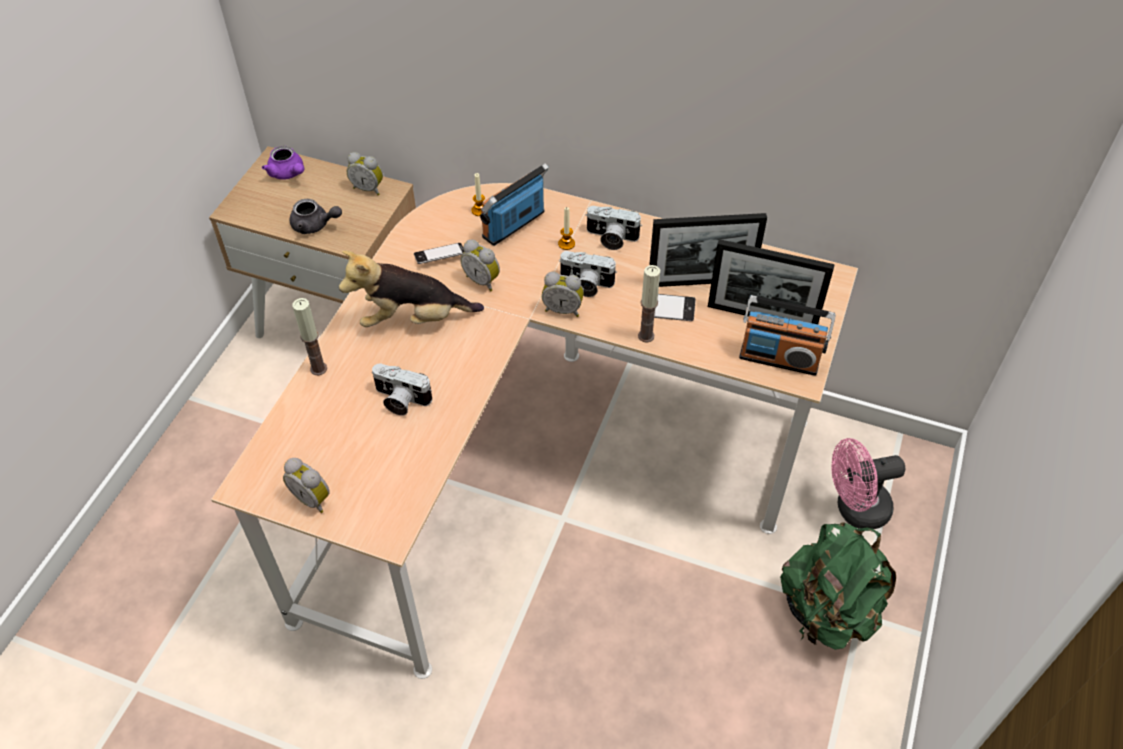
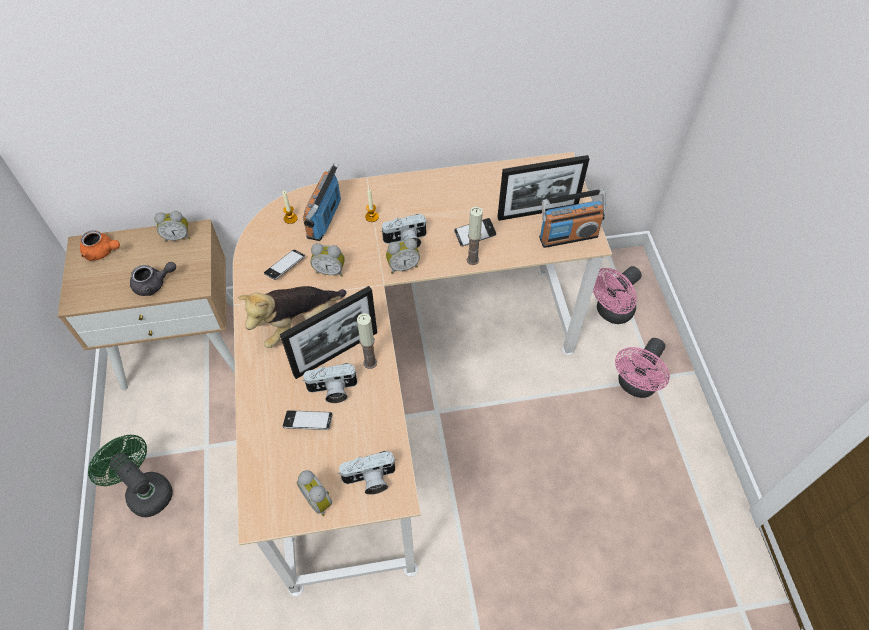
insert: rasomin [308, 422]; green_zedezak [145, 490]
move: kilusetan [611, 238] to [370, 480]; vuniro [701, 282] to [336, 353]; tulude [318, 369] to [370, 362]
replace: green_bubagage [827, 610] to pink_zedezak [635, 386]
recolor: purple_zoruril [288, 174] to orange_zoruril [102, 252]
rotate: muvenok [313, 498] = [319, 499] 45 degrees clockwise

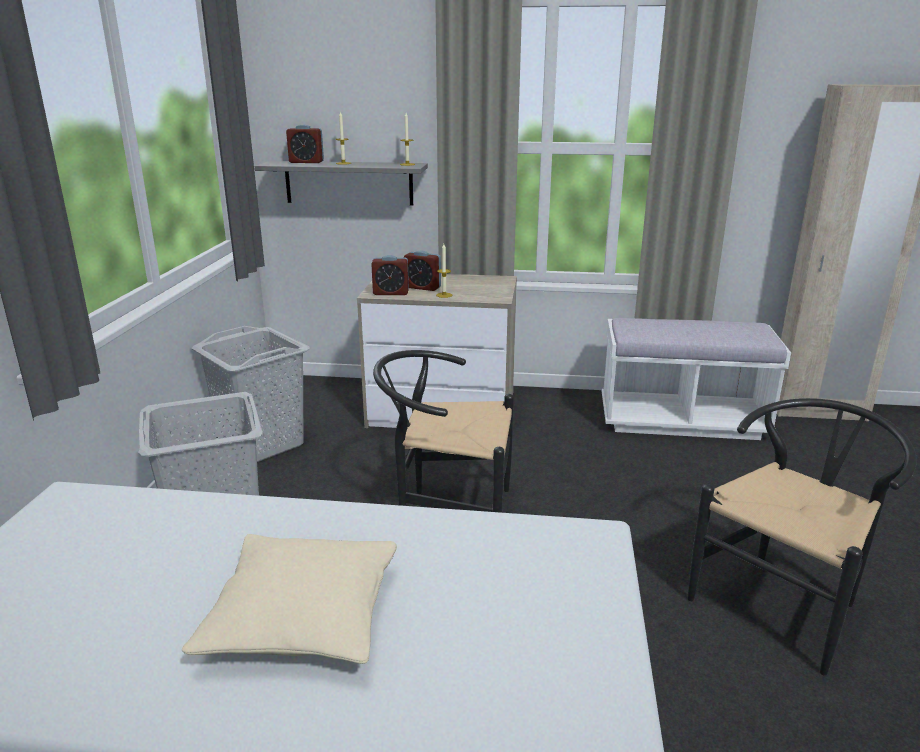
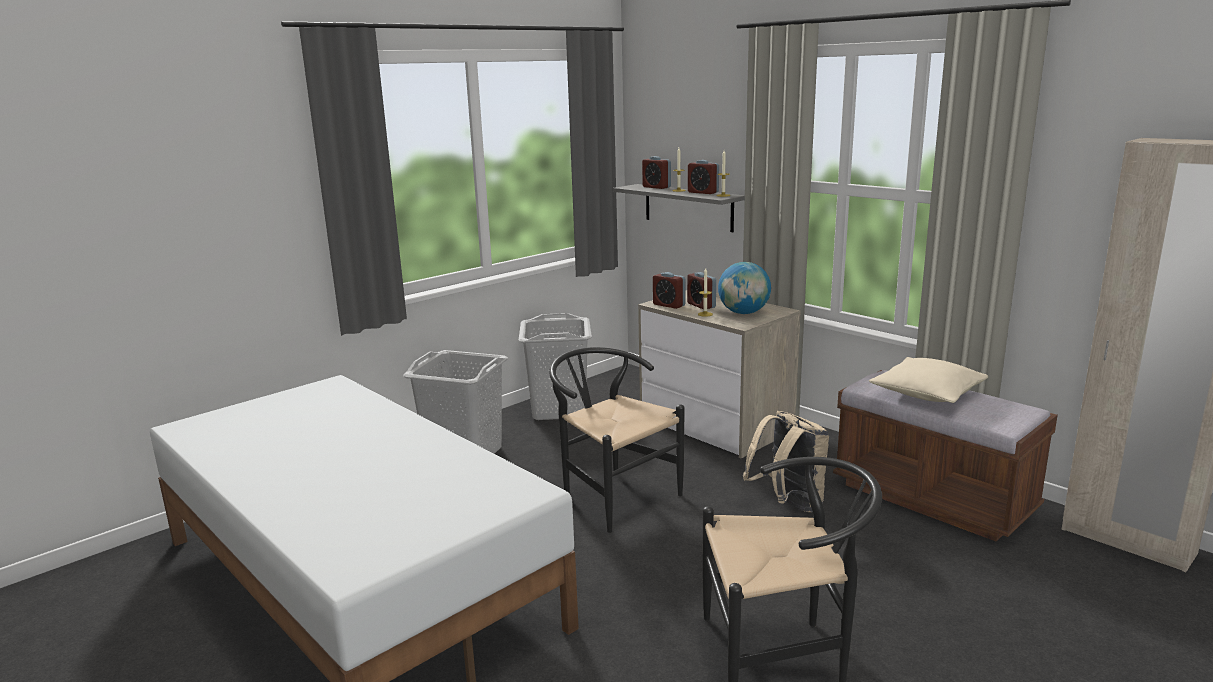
insert: muvenok [703, 192]; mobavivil [744, 313]; beige_bubagage [788, 504]
move: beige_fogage [302, 617] to [927, 393]
recolor: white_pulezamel [682, 421] to brown_pulezamel [932, 498]

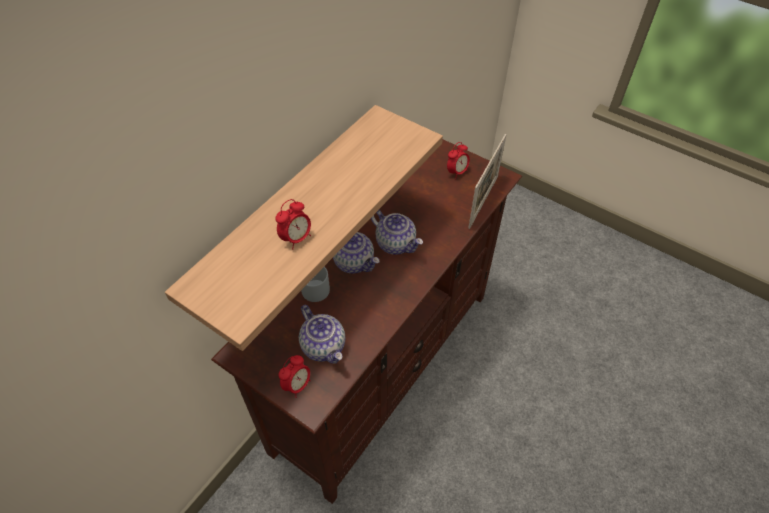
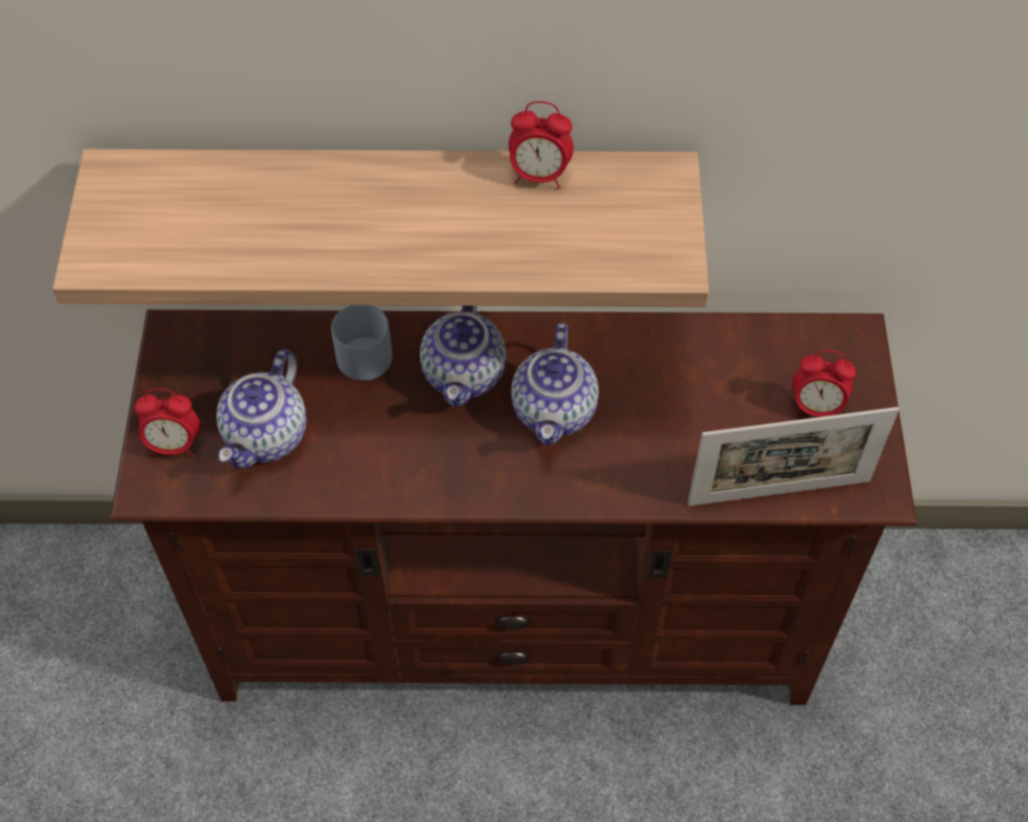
move: muvenok [296, 238] to [539, 176]

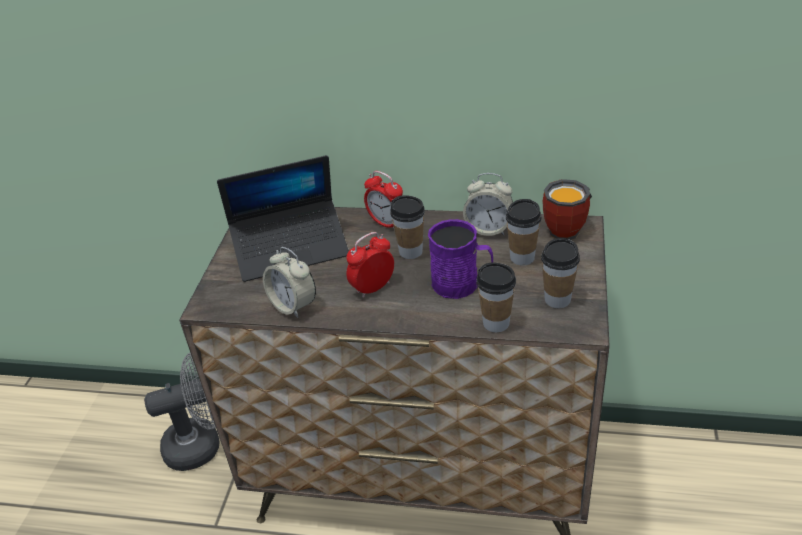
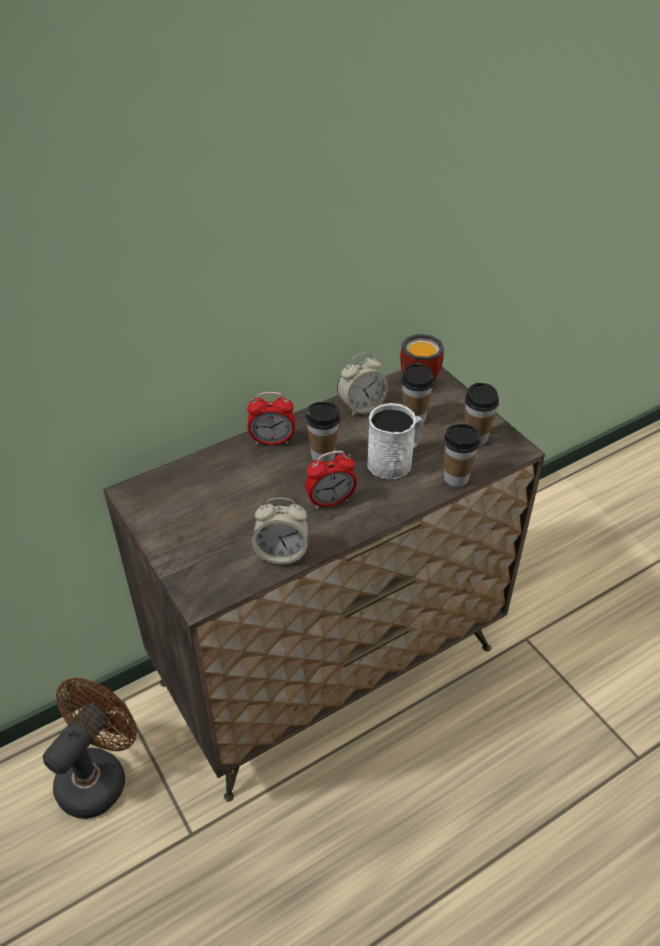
delete: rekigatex [291, 248]
recolor: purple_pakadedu [462, 283] to white_pakadedu [395, 461]; grey_zedezak [202, 444] to brown_zedezak [98, 775]
rotate: muvenok [373, 288] = [330, 501] 120 degrees counterclockwise

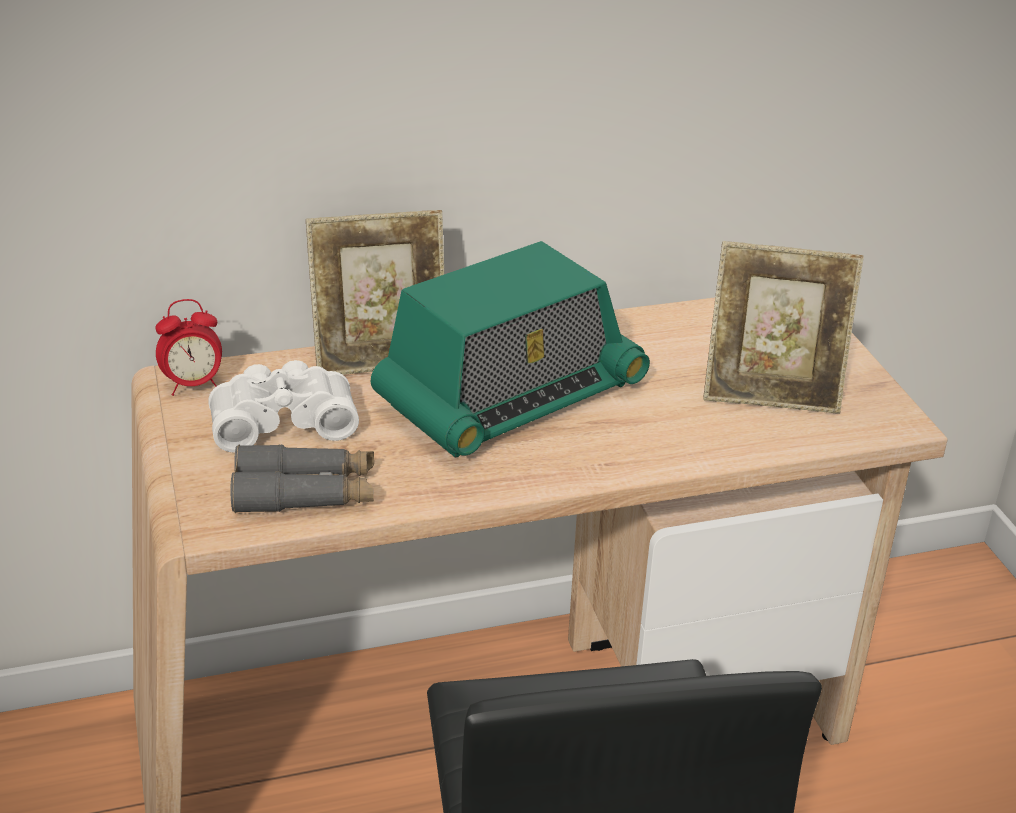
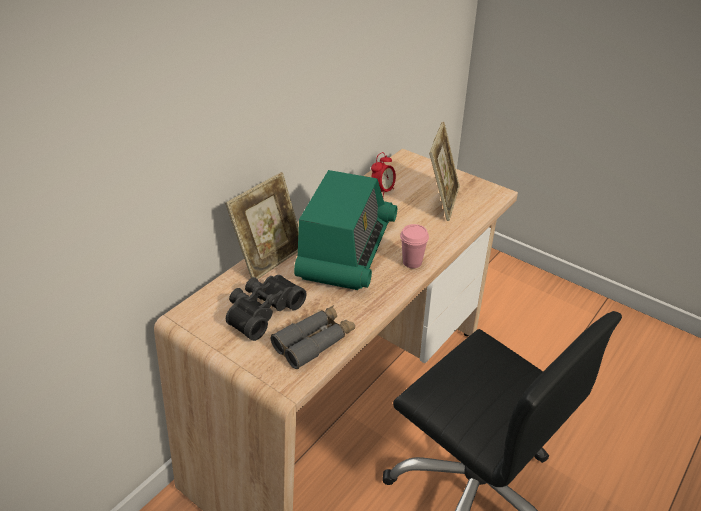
insert: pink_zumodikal [412, 262]
move: muvenok [193, 385] to [382, 192]
recolor: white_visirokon [282, 420] to black_visirokon [262, 311]
rotate: vuniro [771, 393] = [442, 201] 45 degrees counterclockwise

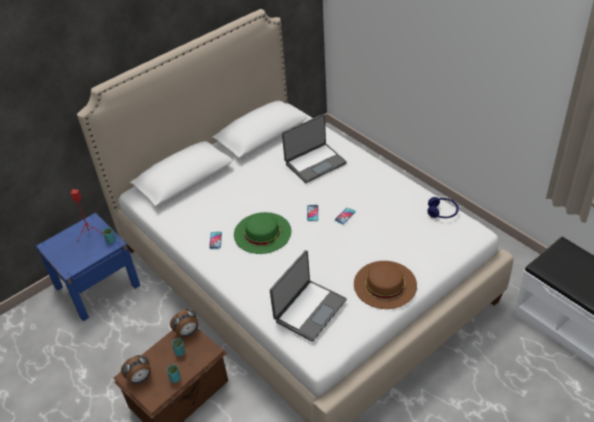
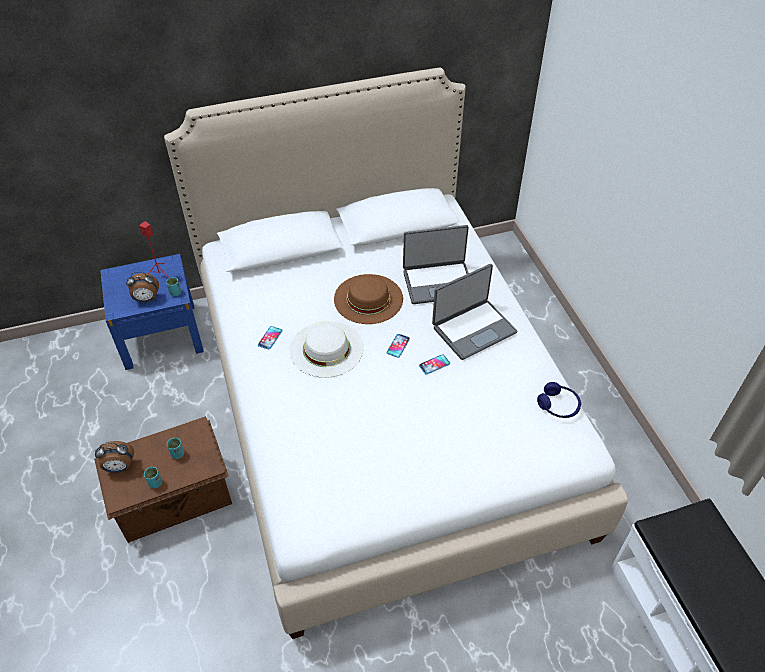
move: rekigatex [309, 310] to [473, 329]; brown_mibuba [385, 284] to [368, 298]; muvenok [187, 332] to [146, 299]
recolor: green_mibuba [262, 232] to white_mibuba [326, 349]

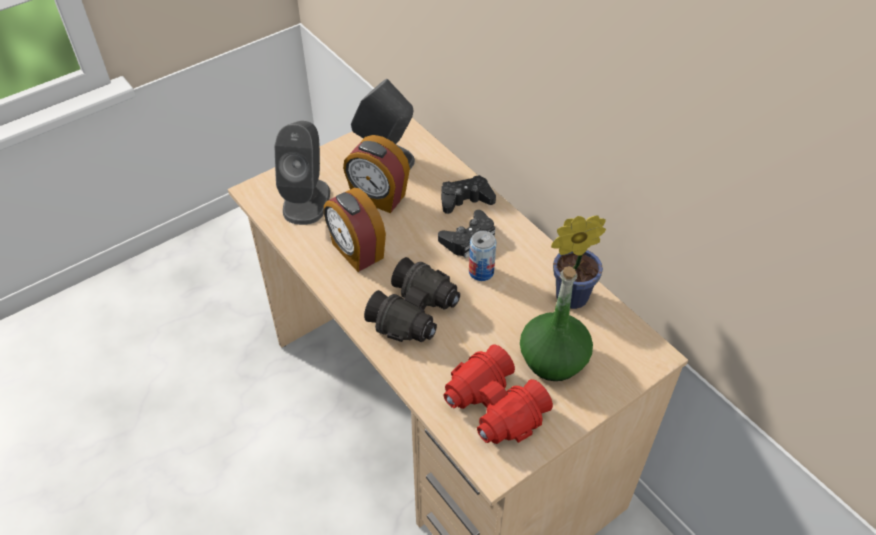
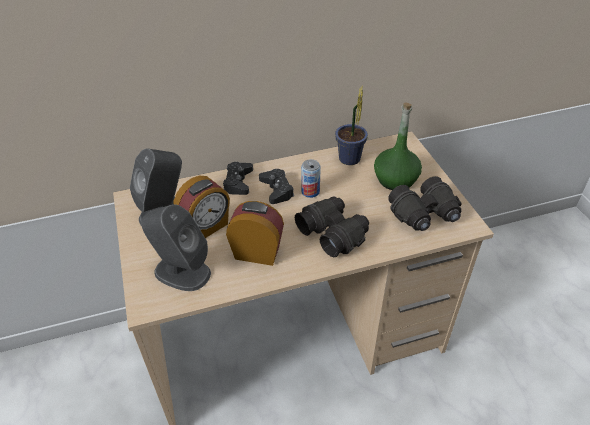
recolor: red_visirokon [493, 407] to black_visirokon [425, 215]
rotate: muvenok [356, 251] = [257, 252] 150 degrees counterclockwise

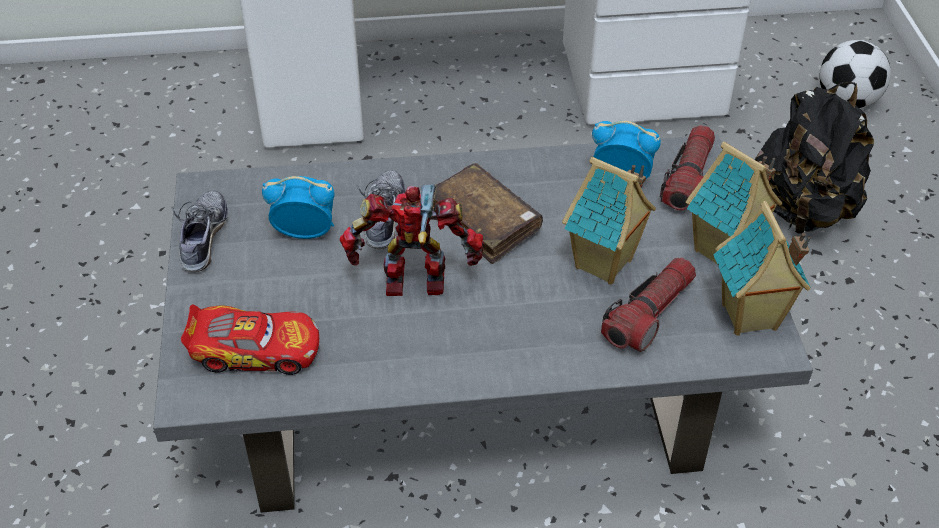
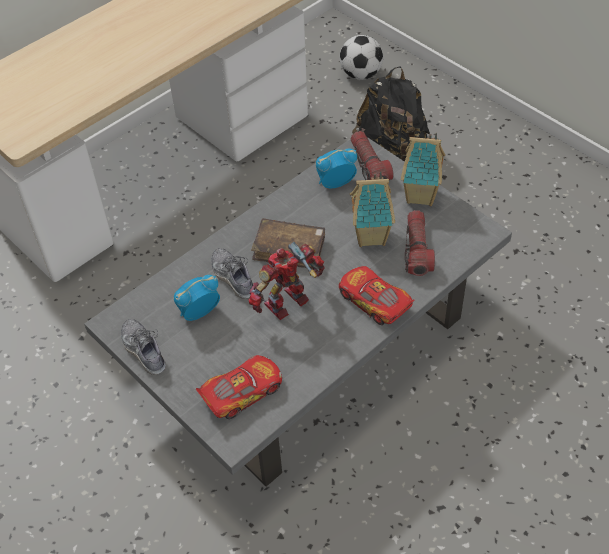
delete: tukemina [749, 318]
insert: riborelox [374, 302]

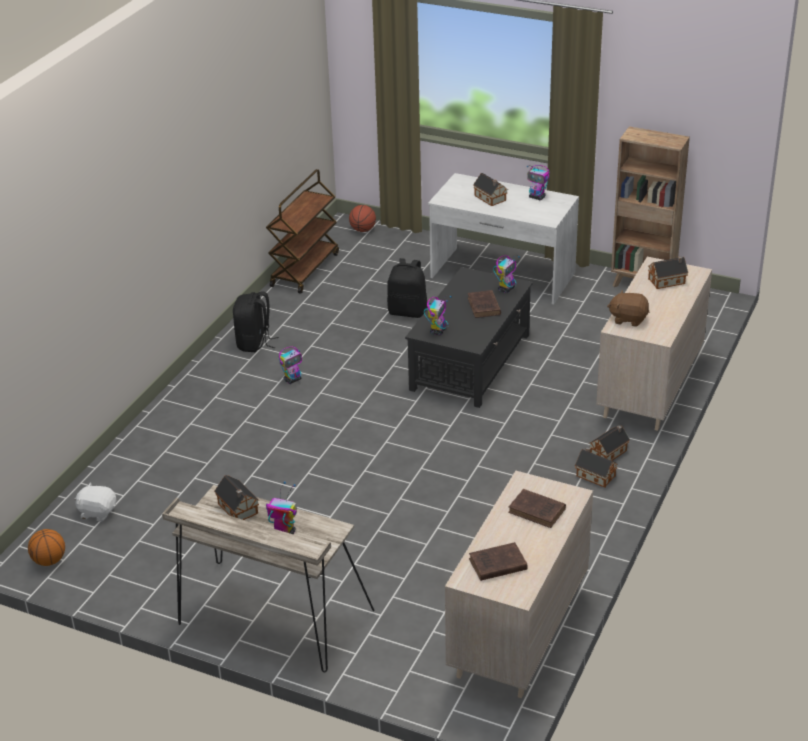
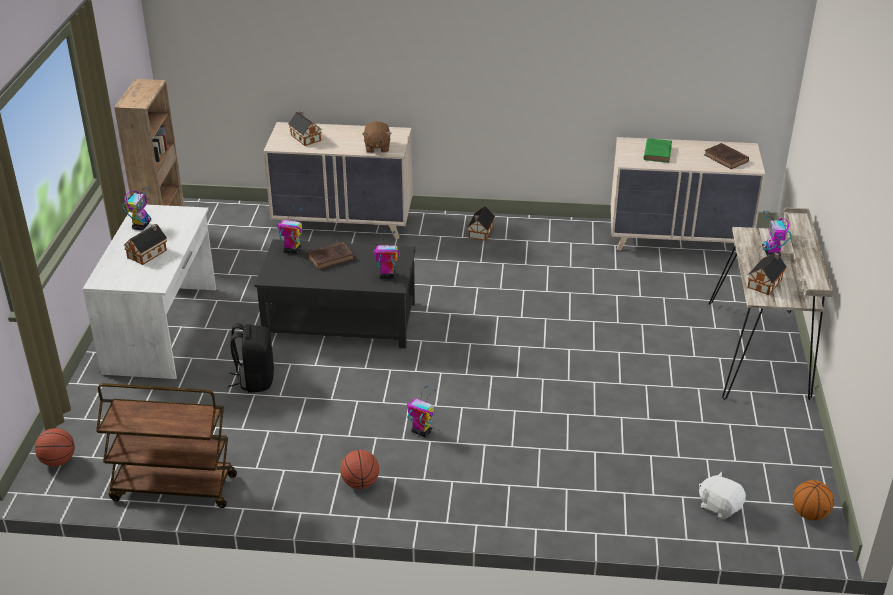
delete: tukemina [609, 452]
replace: black_bubagage [254, 343] to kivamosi [360, 483]
recolor: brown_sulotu [538, 511] to green_sulotu [657, 152]
rotate: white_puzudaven [97, 512] = [719, 506] 135 degrees clockwise

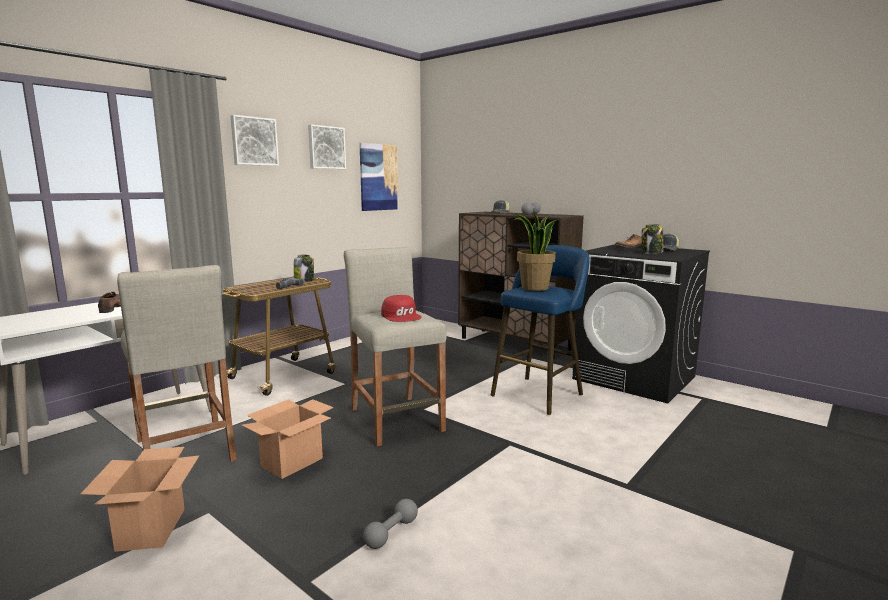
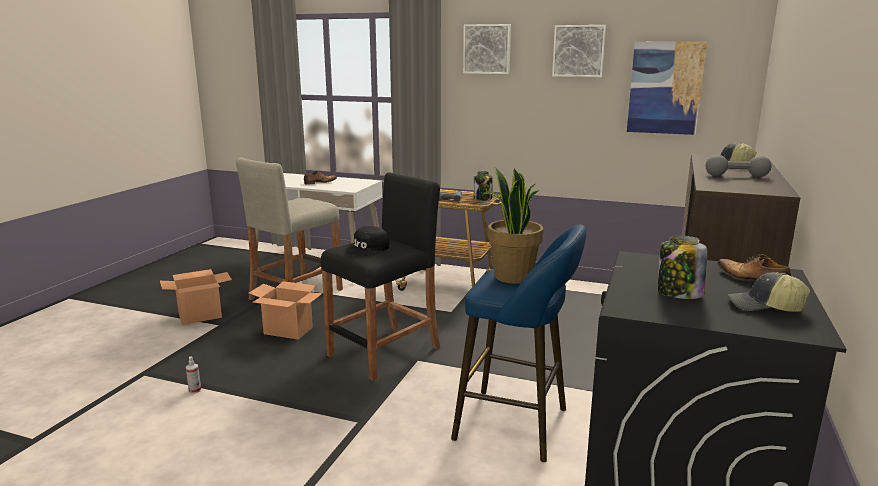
replace: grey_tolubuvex [391, 533] to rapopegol [195, 390]
recolor: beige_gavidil [396, 419] to black_gavidil [385, 352]; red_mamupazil [401, 316] to black_mamupazil [368, 248]

